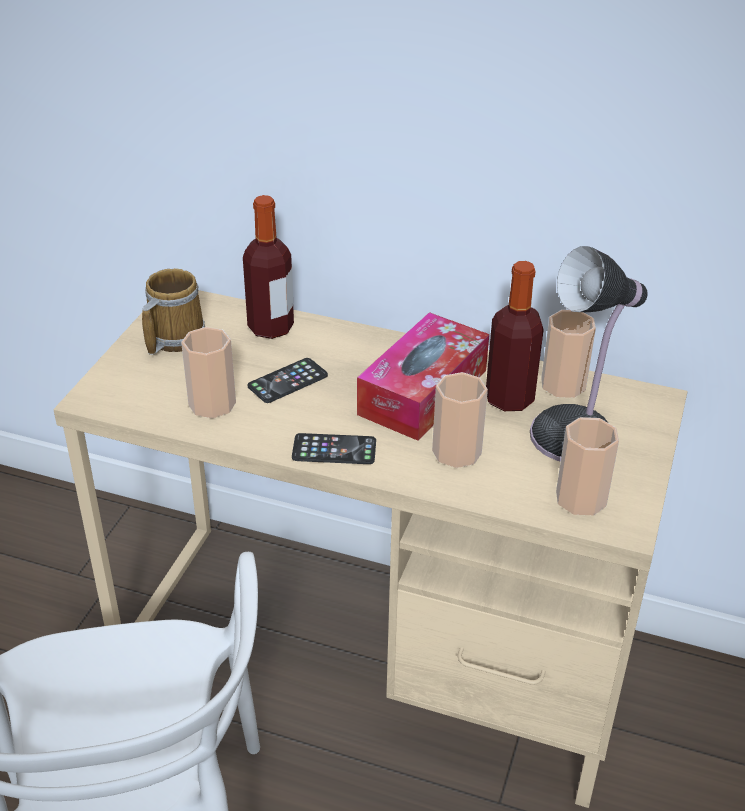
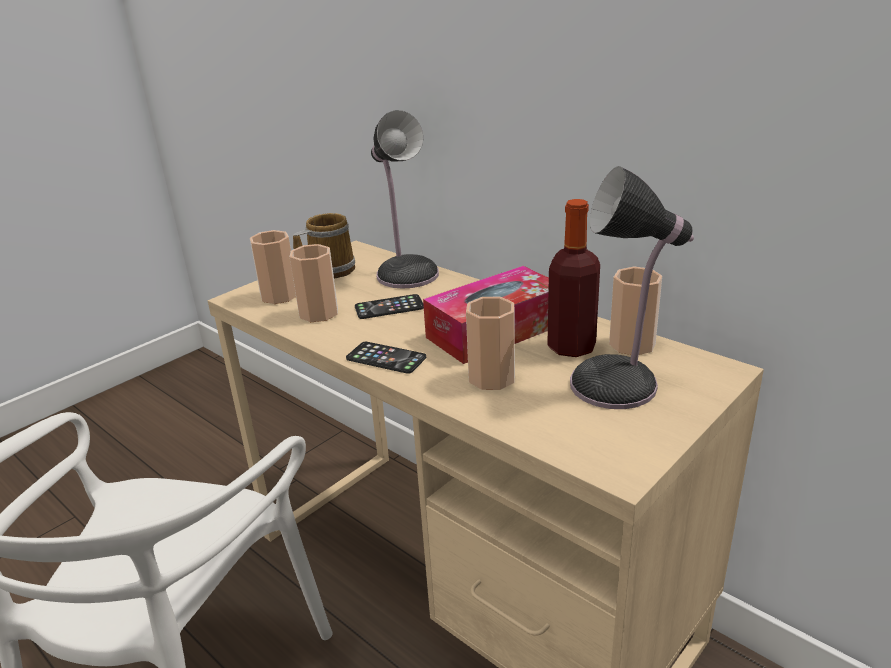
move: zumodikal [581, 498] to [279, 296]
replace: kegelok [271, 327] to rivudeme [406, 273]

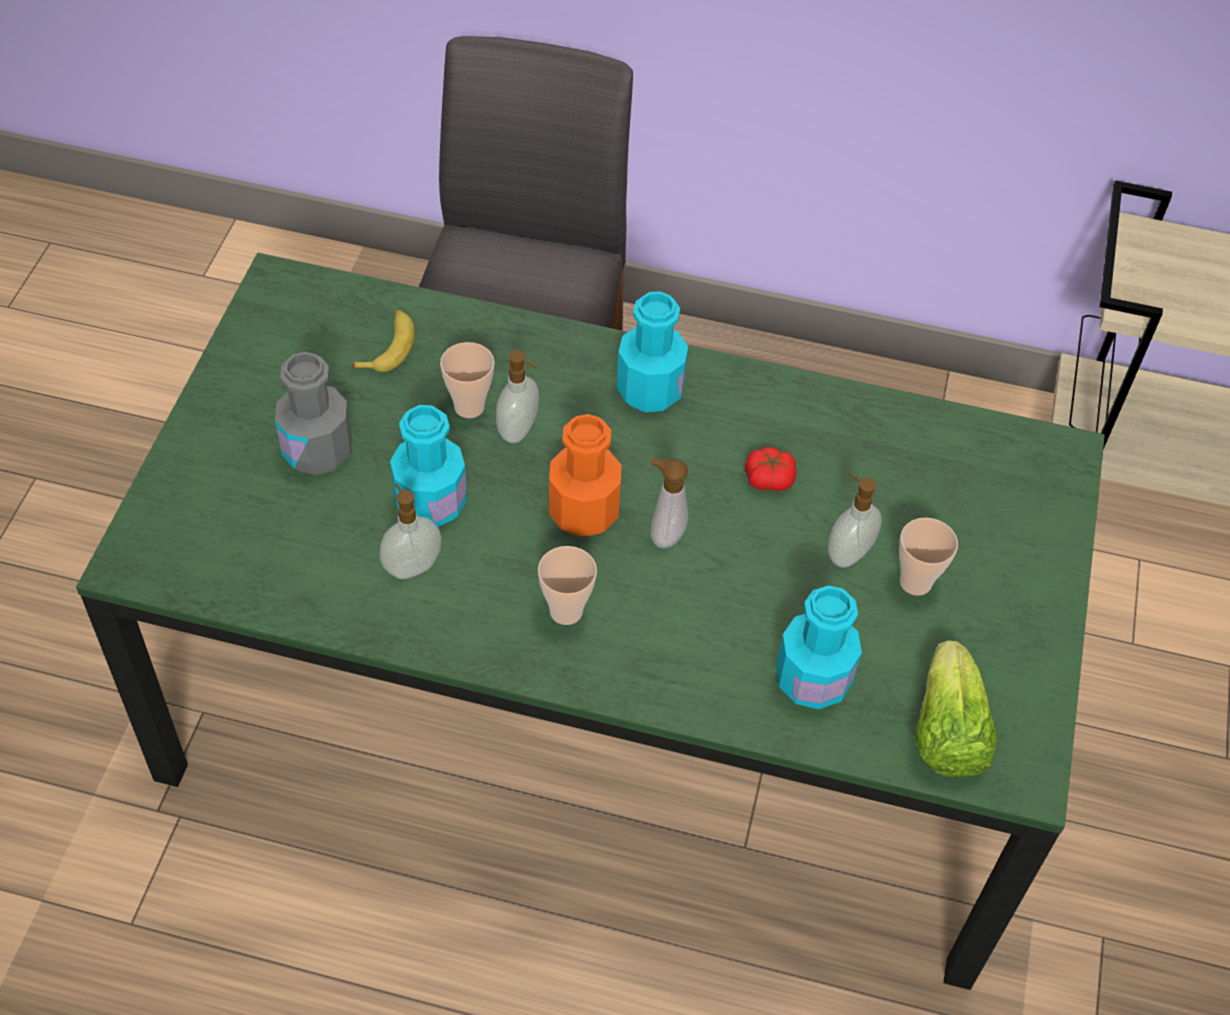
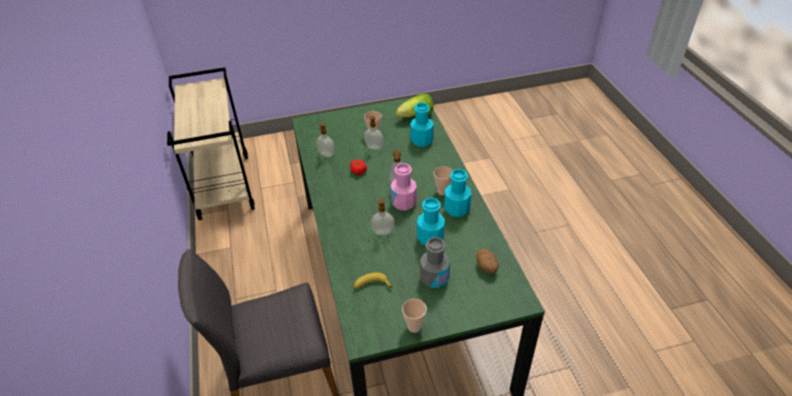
insert: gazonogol [486, 267]
move: turquoise_kegelok [650, 390] to [456, 209]; zumodikal [469, 407] to [414, 327]; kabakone [411, 566] to [326, 155]
recolor: orange_kegelok [583, 512] to pink_kegelok [403, 202]

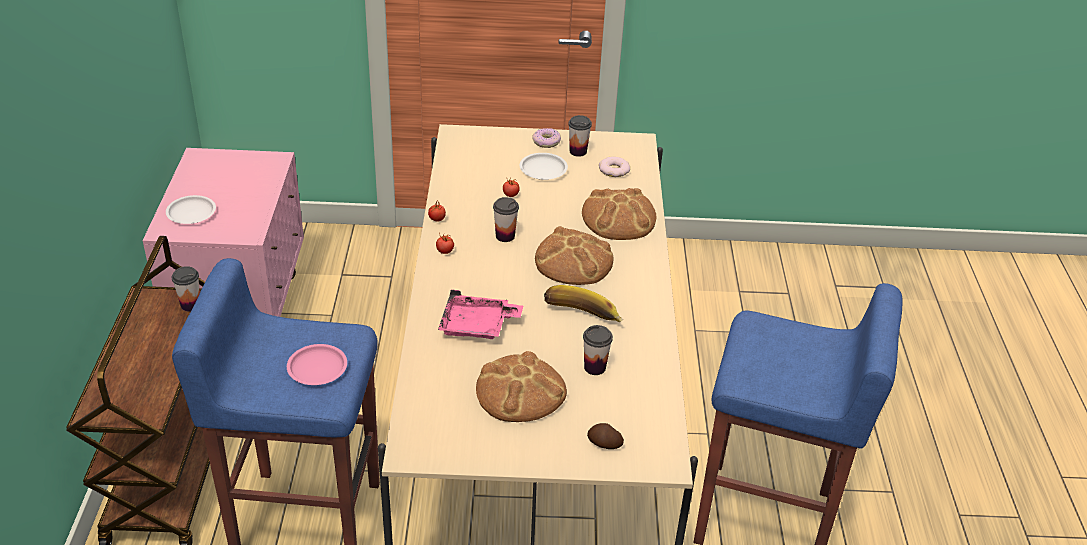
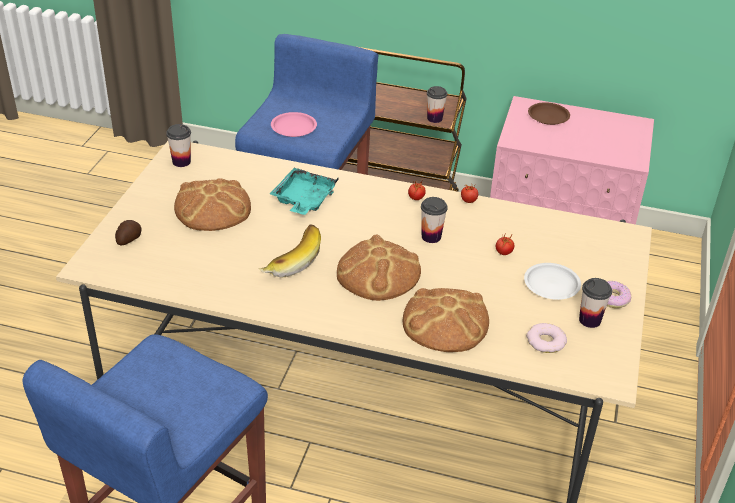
move: zumodikal [595, 367] to [181, 162]
recolor: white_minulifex [191, 213] to brown_minulifex [548, 116]; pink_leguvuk [477, 326] to turquoise_leguvuk [303, 200]

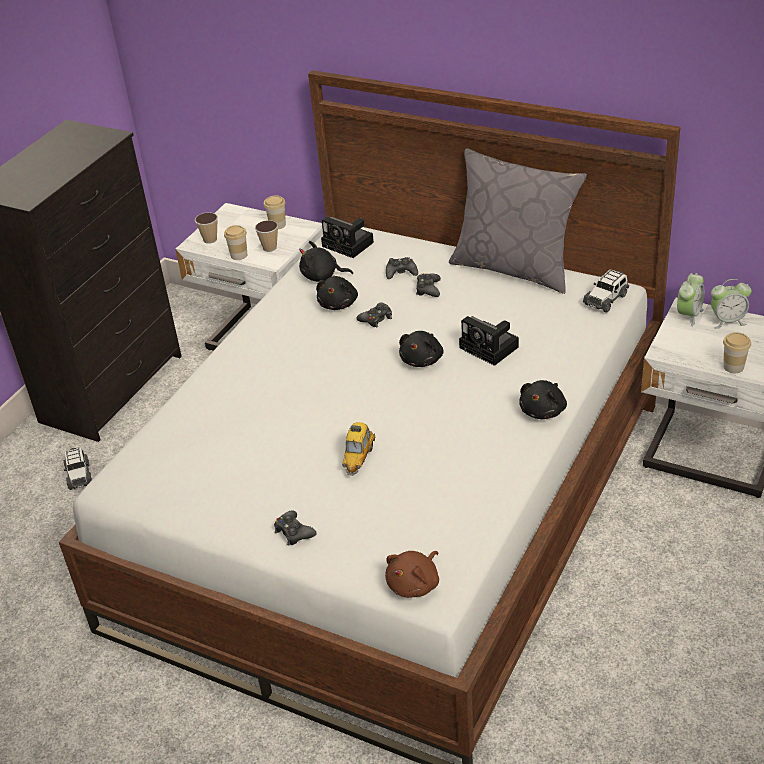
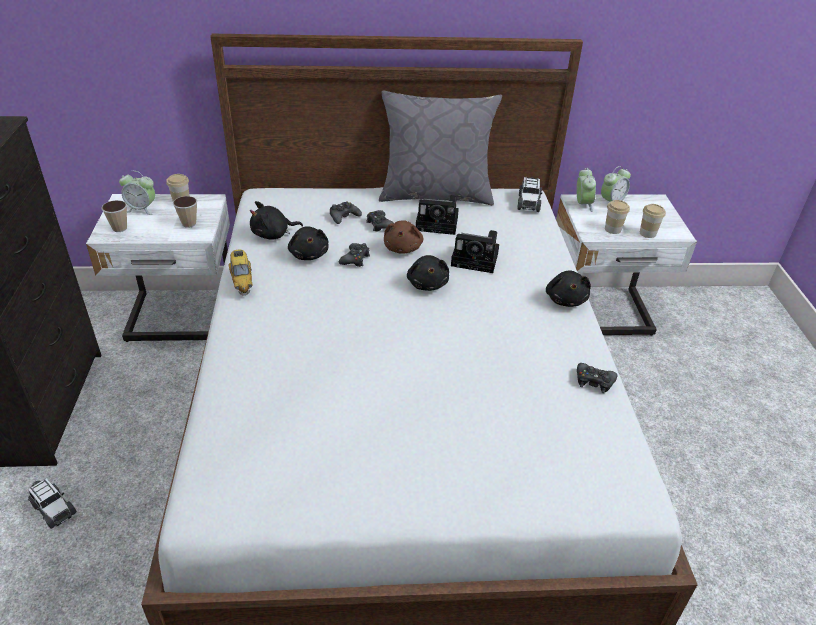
insert: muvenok [142, 209]
move: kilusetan [349, 245] to [439, 224]; zumodikal [239, 255] to [612, 229]; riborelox [359, 458] to [242, 282]; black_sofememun [294, 532] to [594, 381]; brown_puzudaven [415, 584] to [403, 248]

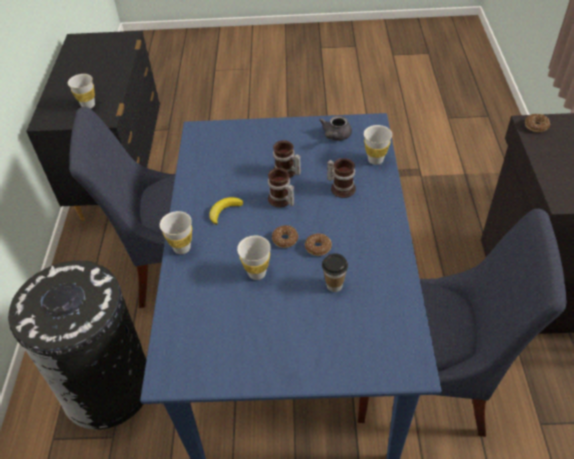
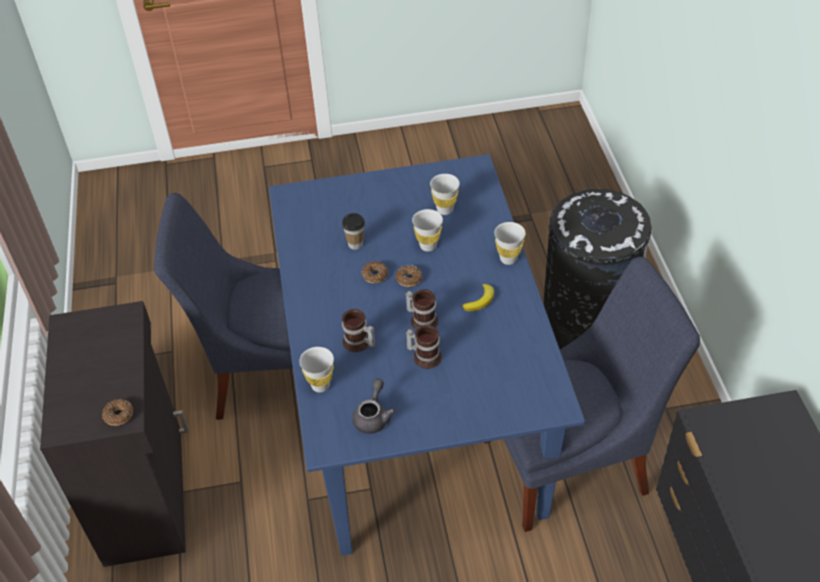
move: white_zumodikal [88, 105] to [445, 209]

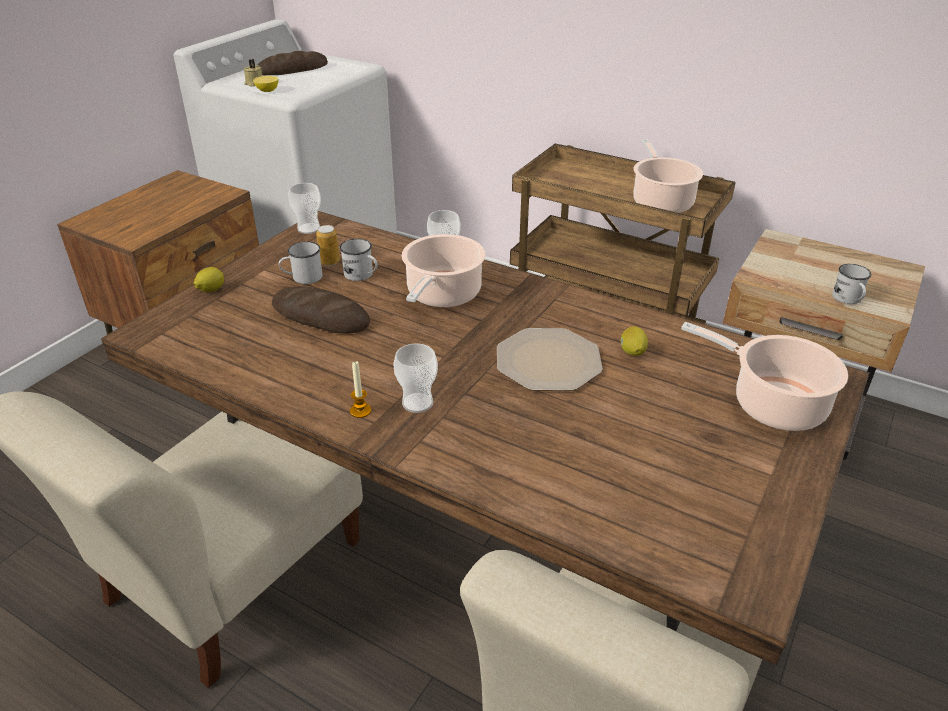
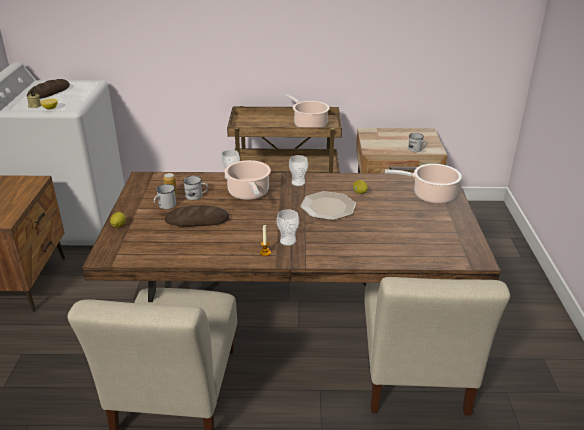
move: zumodikal [309, 228] to [298, 183]

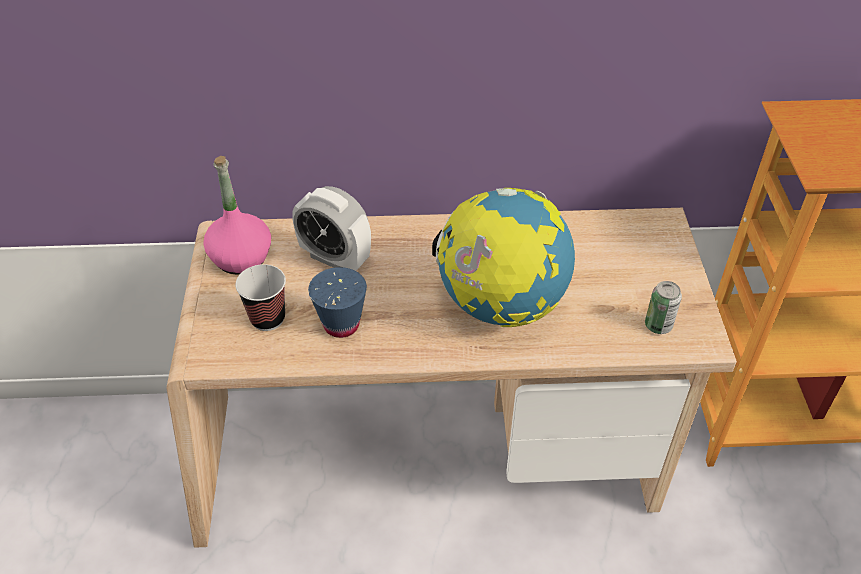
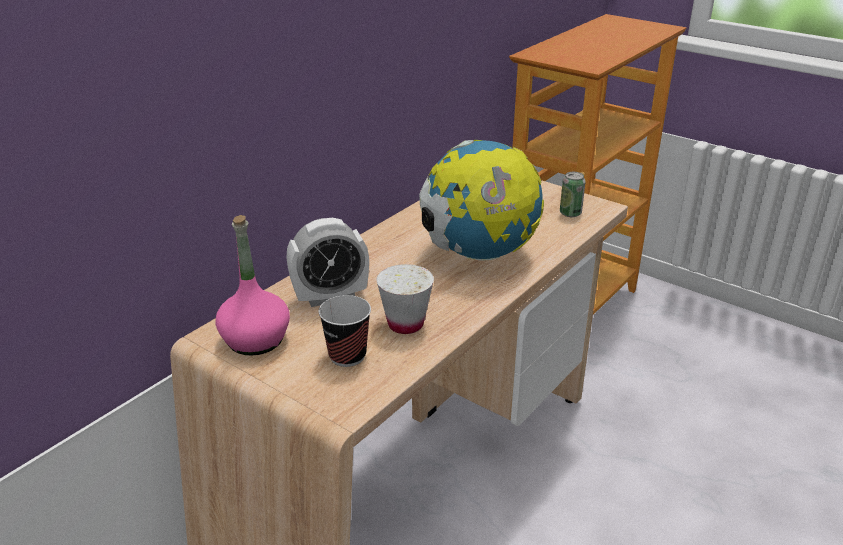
recolor: blue_zumodikal [341, 324] to white_zumodikal [405, 324]

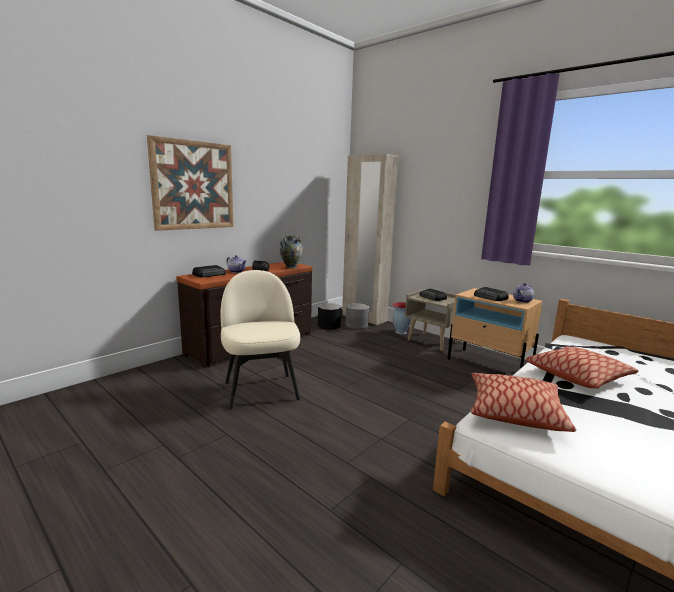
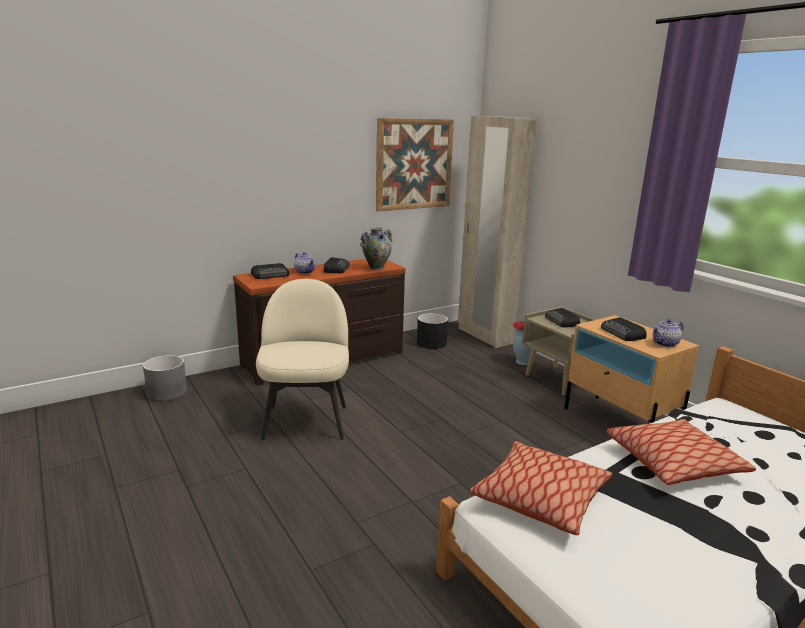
move: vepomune [193, 185] to [414, 164]; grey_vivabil [356, 325] to [167, 393]

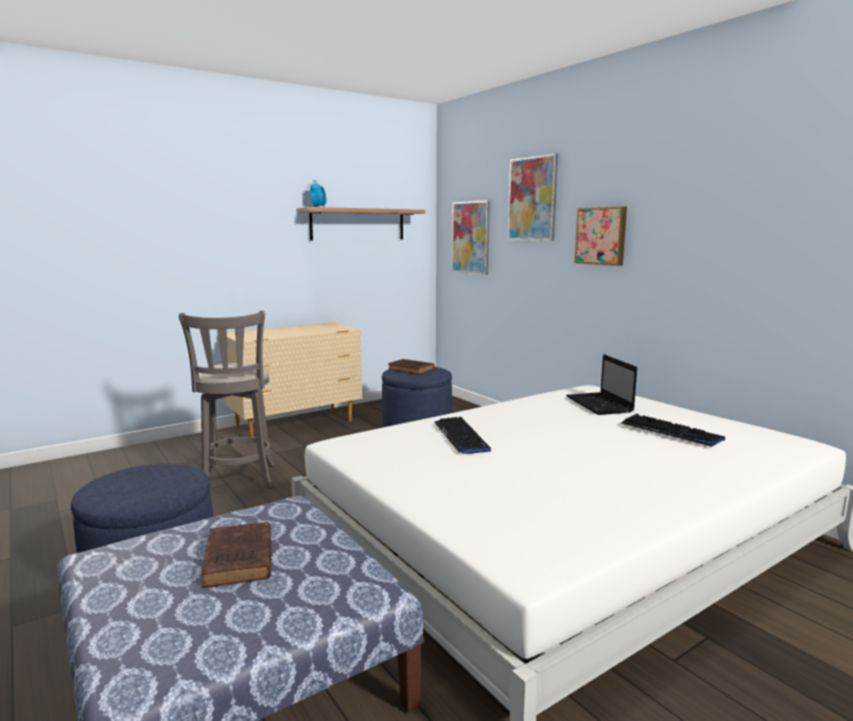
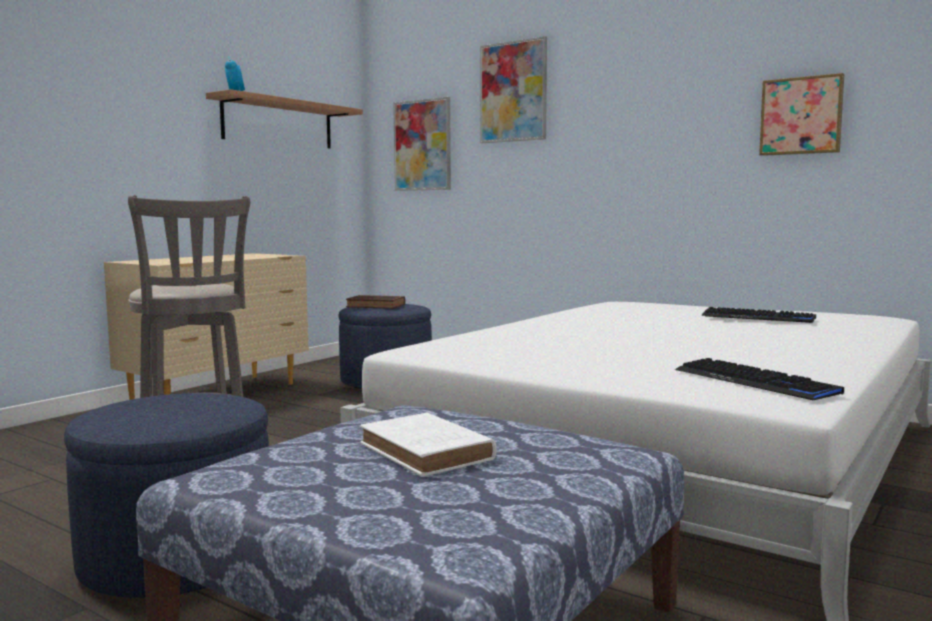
delete: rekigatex [600, 405]
move: vepomune [601, 236] to [801, 116]; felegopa [461, 436] to [754, 382]
recolor: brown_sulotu [239, 560] to white_sulotu [428, 452]

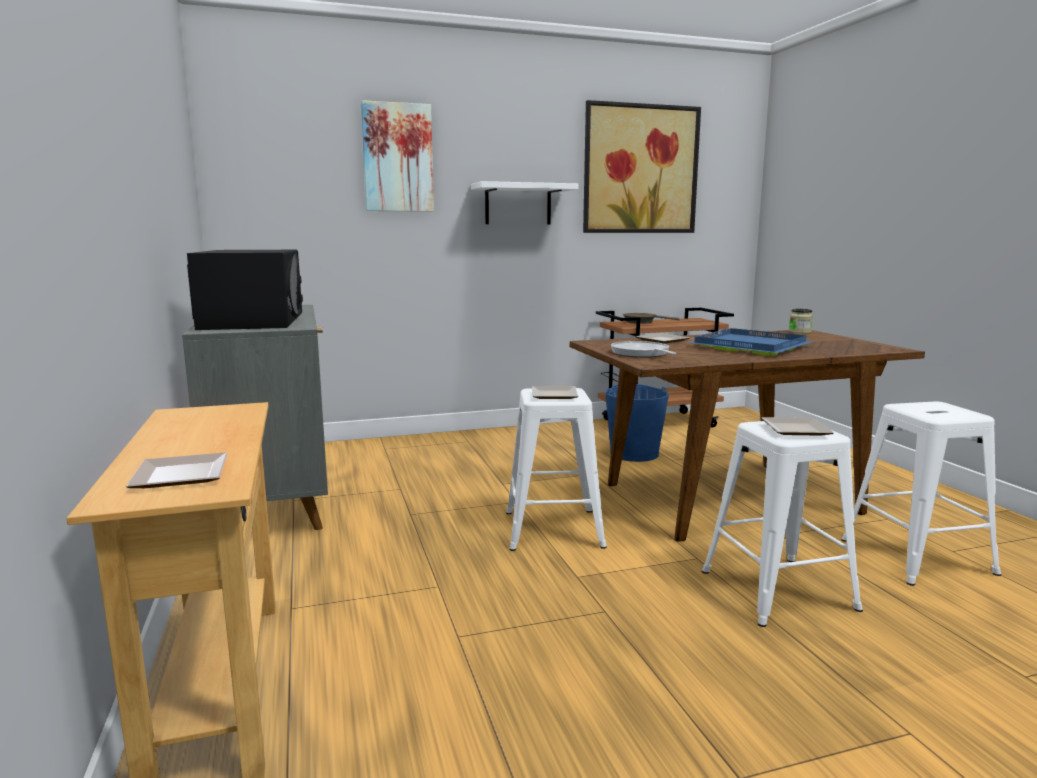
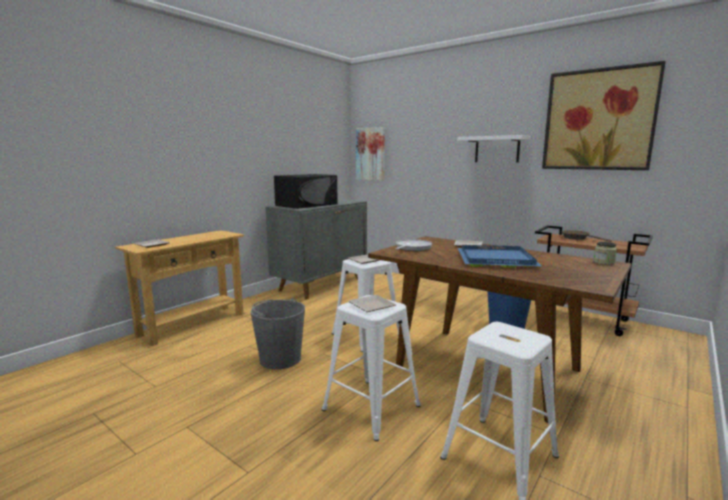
insert: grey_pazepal [280, 359]
move: vepomune [397, 158] to [370, 154]

